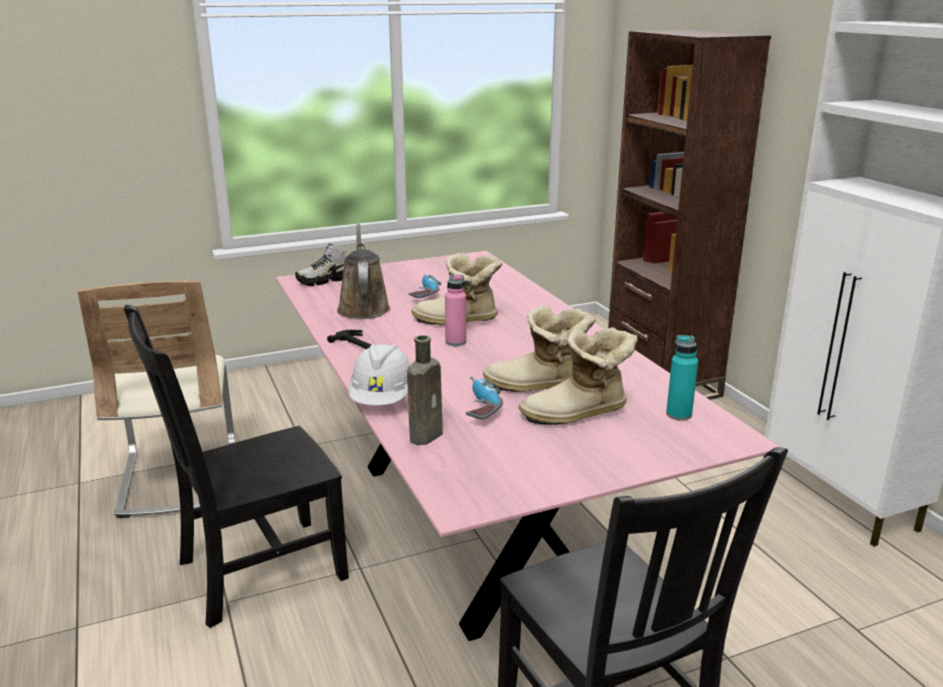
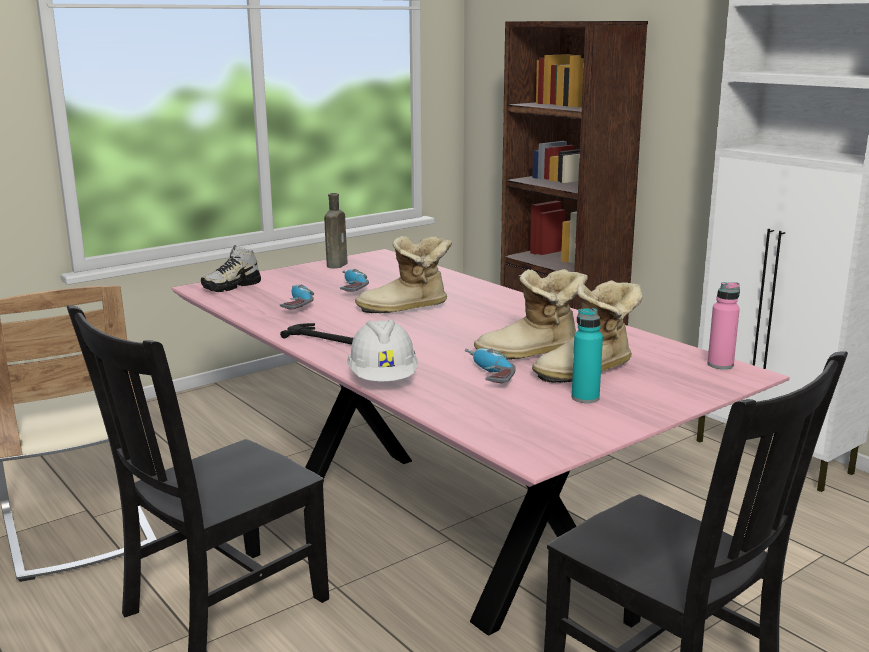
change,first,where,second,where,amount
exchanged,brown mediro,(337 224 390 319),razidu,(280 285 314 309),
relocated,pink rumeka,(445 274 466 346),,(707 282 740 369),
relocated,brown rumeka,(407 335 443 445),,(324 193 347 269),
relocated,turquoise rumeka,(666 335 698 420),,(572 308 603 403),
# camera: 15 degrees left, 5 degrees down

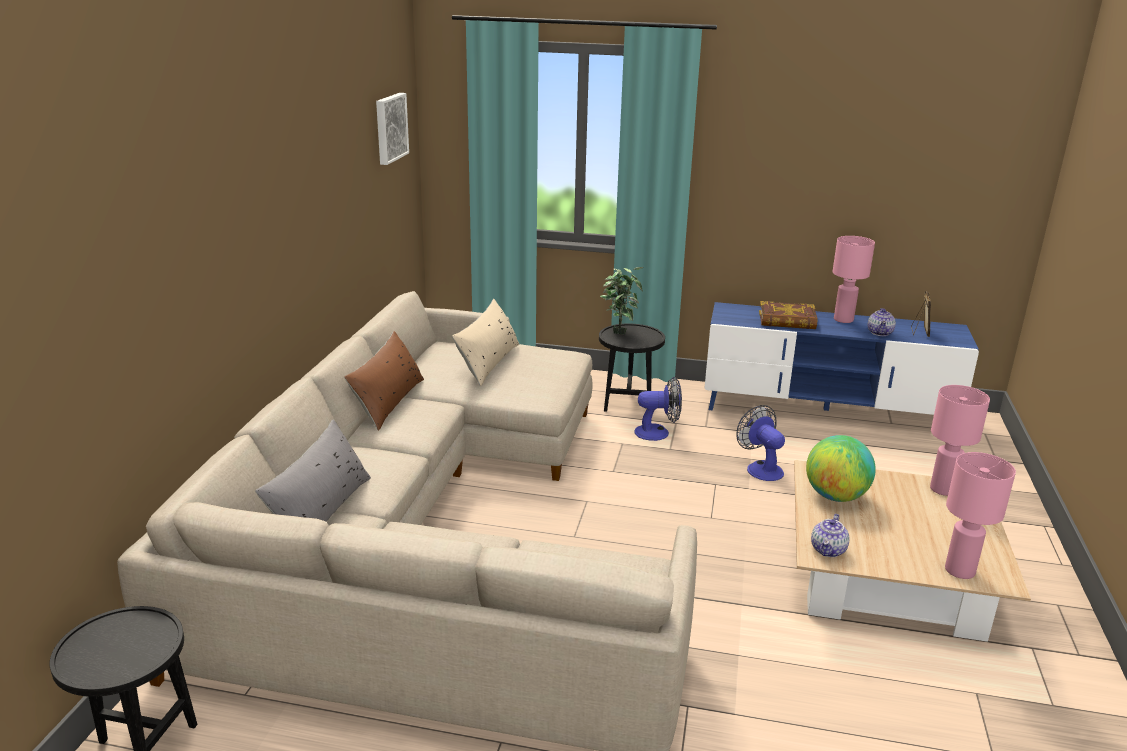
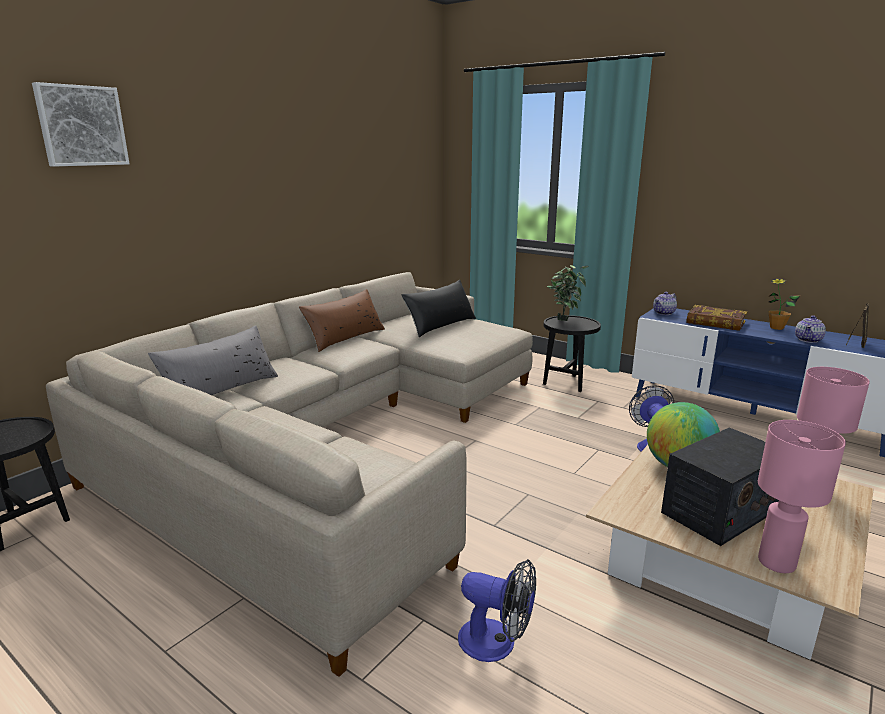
change,first,where,second,where,amount
relocated,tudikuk,(376 93 409 165),,(32 82 130 167),
exchanged,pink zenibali,(832 236 875 323),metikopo,(769 278 800 330),
colour,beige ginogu,(452 299 519 386),black ginogu,(401 280 476 337),
relocated,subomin,(634 377 682 441),,(458 559 536 662),
relocated,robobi,(811 514 850 557),,(653 292 677 315),
appeared,,,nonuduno,(661 427 779 546),
# camera: 25 degrees right, 5 degrees down

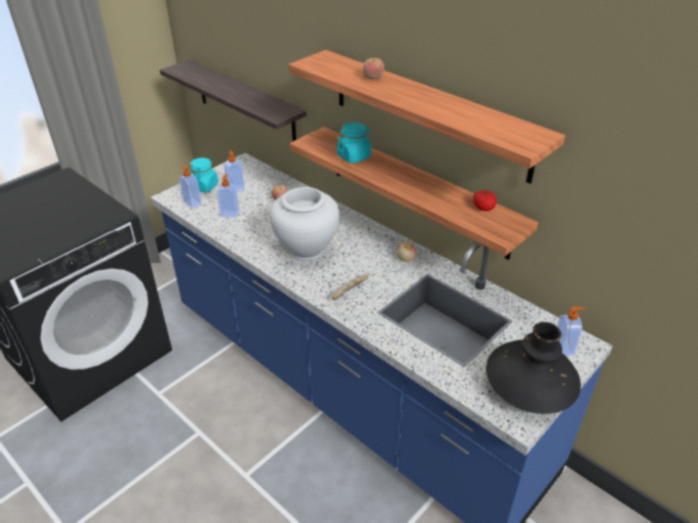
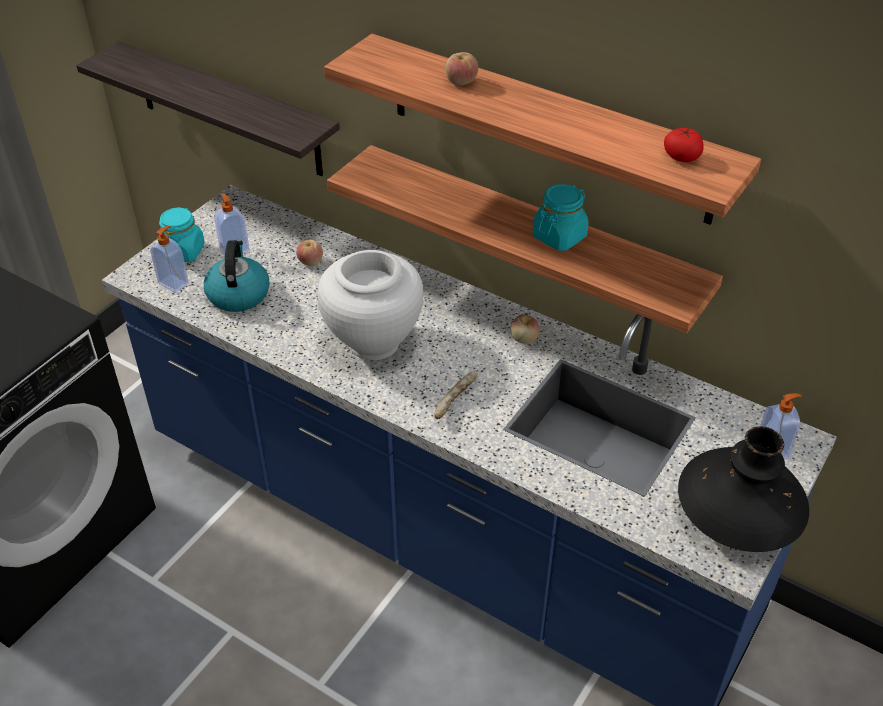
change,first,where,second,where,amount
relocated,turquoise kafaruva,(337 122 371 163),,(533 184 589 251),
exchanged,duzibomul,(217 174 240 218),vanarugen,(204 240 270 312),
relocated,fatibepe,(473 190 497 211),,(664 127 704 162),
# camera: 10 degrees left, 5 degrees up

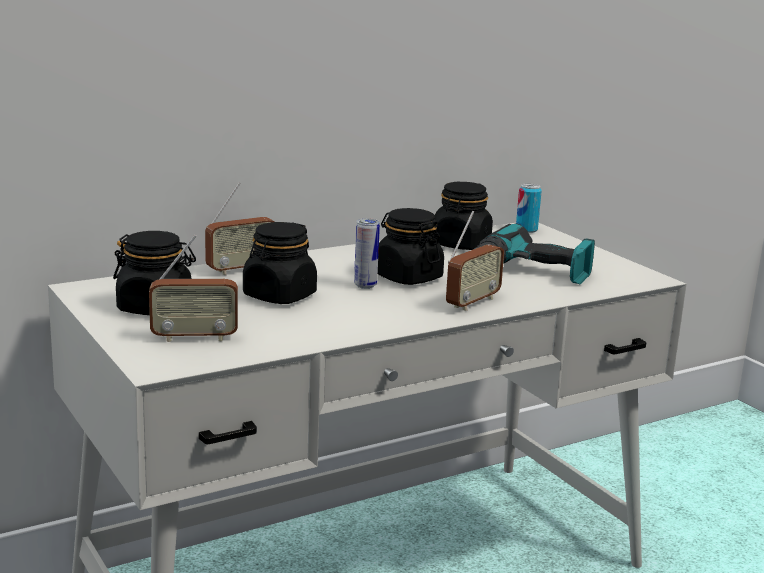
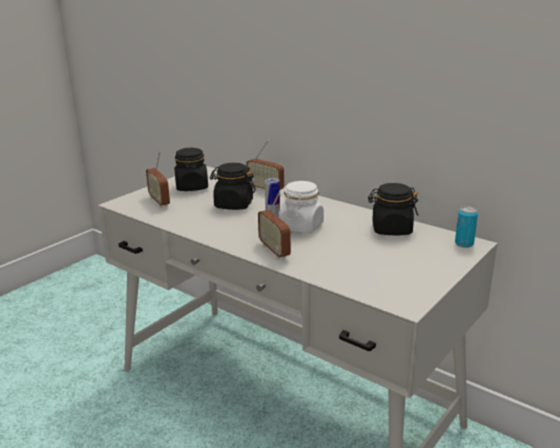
change,first,where,second,where,amount
colour,black kafaruva,(378 208 444 285),white kafaruva,(279 181 324 234),
spun,nonuduno,(446 211 504 311),,(258 191 291 259),45 degrees clockwise
missing,razidu,(474 223 595 284),,,
# camera: 70 degrees right, 5 degrees up

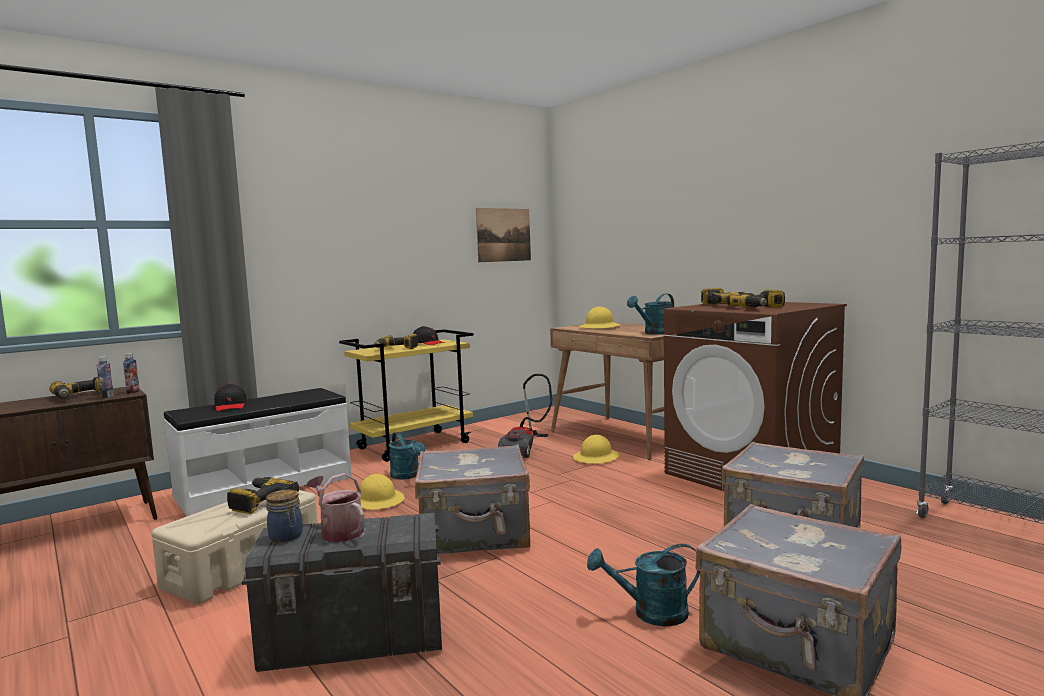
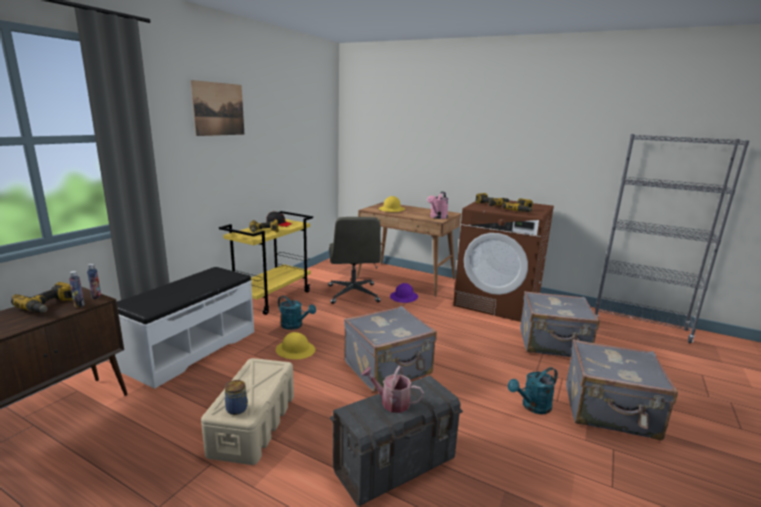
change,first,where,second,where,amount
relocated,tudikuk,(476 208 531 262),,(191 80 244 136),
colour,turquoise mediro,(627 294 674 335),pink mediro,(427 192 449 219),
exchanged,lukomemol,(498 374 552 458),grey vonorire,(328 217 381 304),
missing,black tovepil,(214 384 247 411),,,
colour,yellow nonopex,(573 435 619 464),purple nonopex,(390 283 418 303),
missing,razidu,(227 477 299 514),,,
relocated,kafaruva,(266 489 303 542),,(225 380 248 415),
# camera: 25 degrees left, 10 degrees up

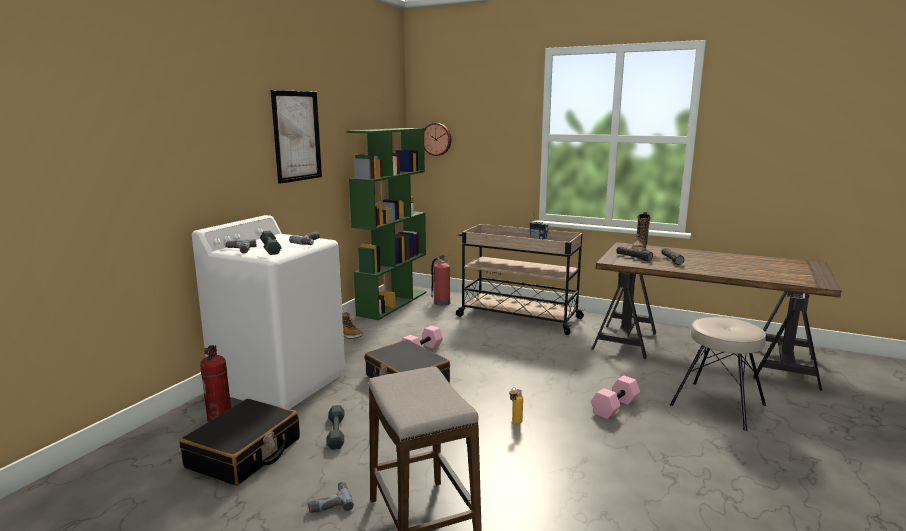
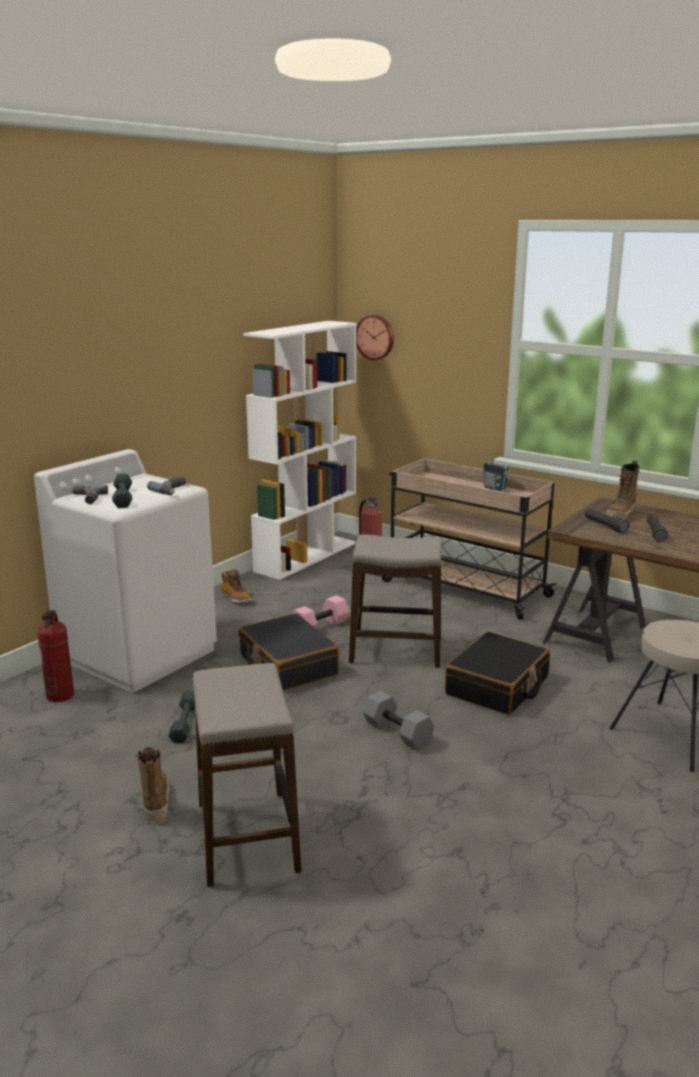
change,first,where,second,where,amount
missing,tudikuk,(271 90 322 184),,,
colour,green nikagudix,(347 128 427 320),white nikagudix,(243 321 356 580),
missing,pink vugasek,(591 376 640 419),,,
exchanged,rumeka,(509 387 523 424),grey vugasek,(363 691 434 750),
relocated,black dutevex,(179 399 300 486),,(445 632 550 715),
exchanged,razidu,(308 482 354 513),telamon,(135 747 169 824),
appeared,,,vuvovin,(349 534 442 668),
# camera: 10 degrees right, 5 degrees up

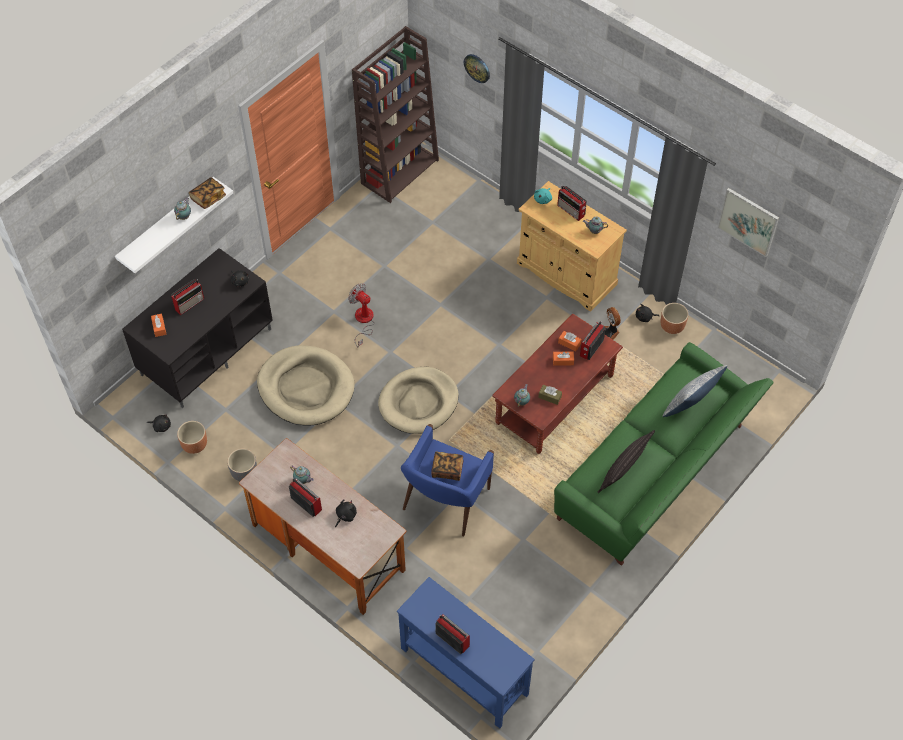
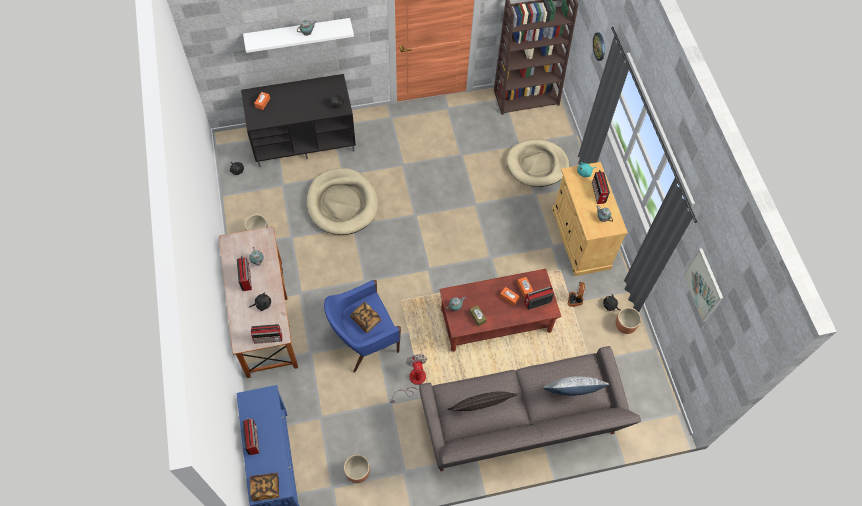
change,first,where,second,where,amount
relocated,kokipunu,(189 177 226 209),,(250 473 279 501),
relocated,nonuduno,(171 279 204 315),,(251 324 282 344),
relocated,subomin,(348 284 375 348),,(390 354 427 403),
colour,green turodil,(554 342 774 566),grey turodil,(419 346 641 471),
relocated,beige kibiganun,(378 367 459 434),,(506 139 569 187),
relocated,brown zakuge,(177 421 207 454),,(344 455 370 483),
# camera: 35 degrees right, 5 degrees up

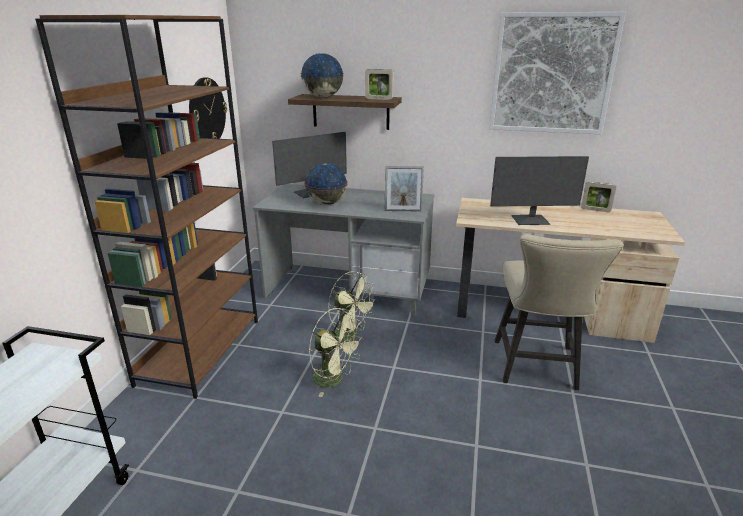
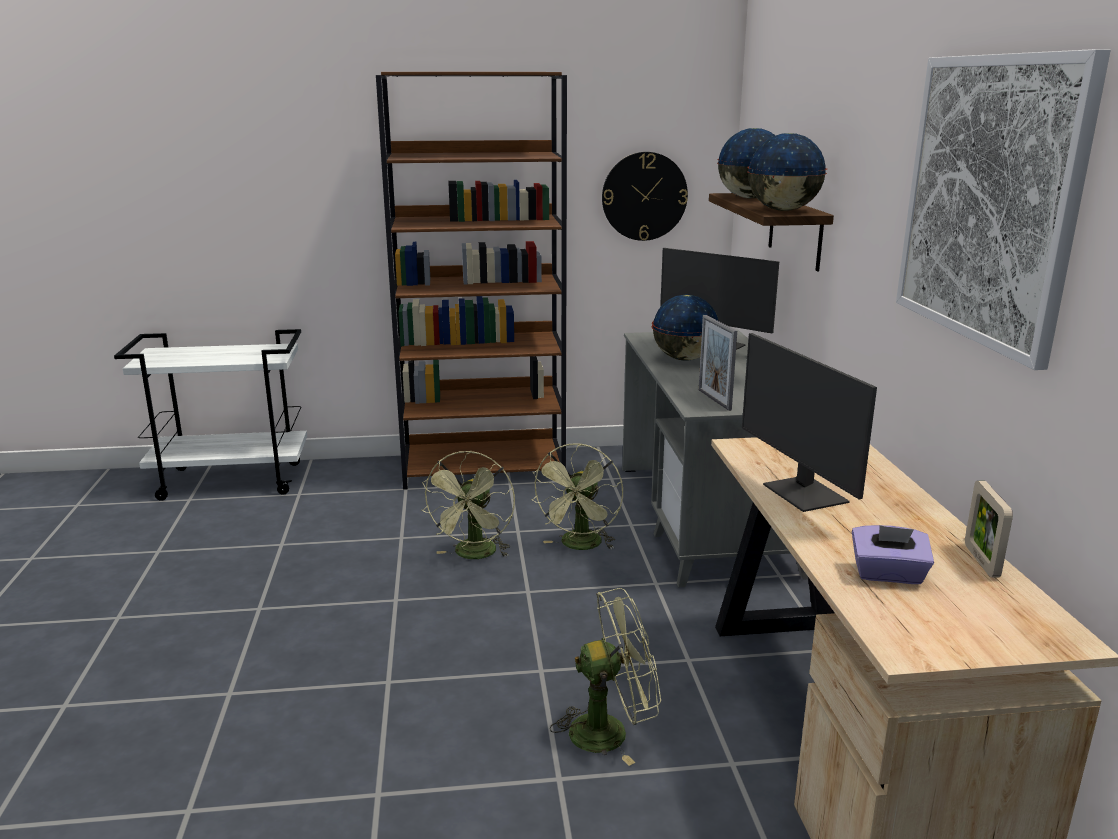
change,first,where,second,where,amount
exchanged,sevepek,(365 69 393 100),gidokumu,(747 133 827 211),
exchanged,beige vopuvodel,(494 234 624 390),green subomin,(550 588 661 766),
appeared,,,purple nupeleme,(852 525 934 584),
# camera: 70 degrees right, 5 degrees down

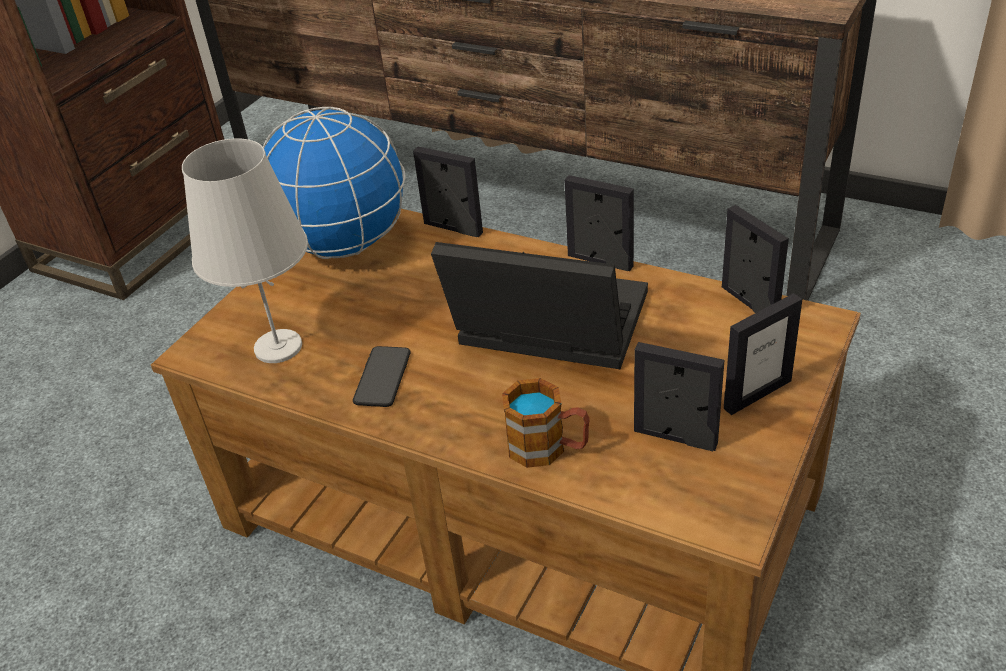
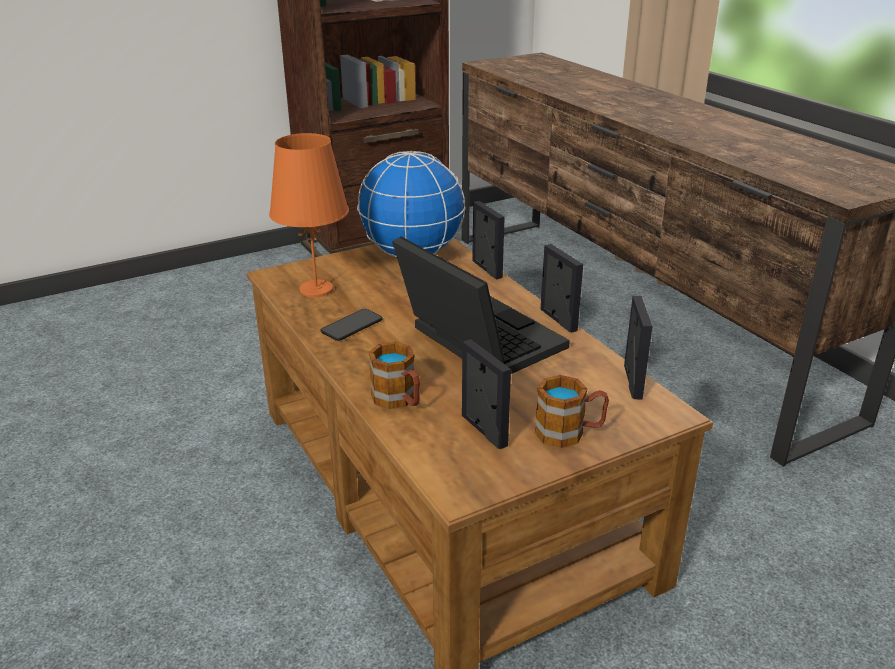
change,first,where,second,where,amount
colour,white zenibali,(182 138 308 363),orange zenibali,(269 133 349 297),
exchanged,sevepek,(724 293 802 415),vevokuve,(535 375 609 448),
# camera: 30 degrees right, 10 degrees down

